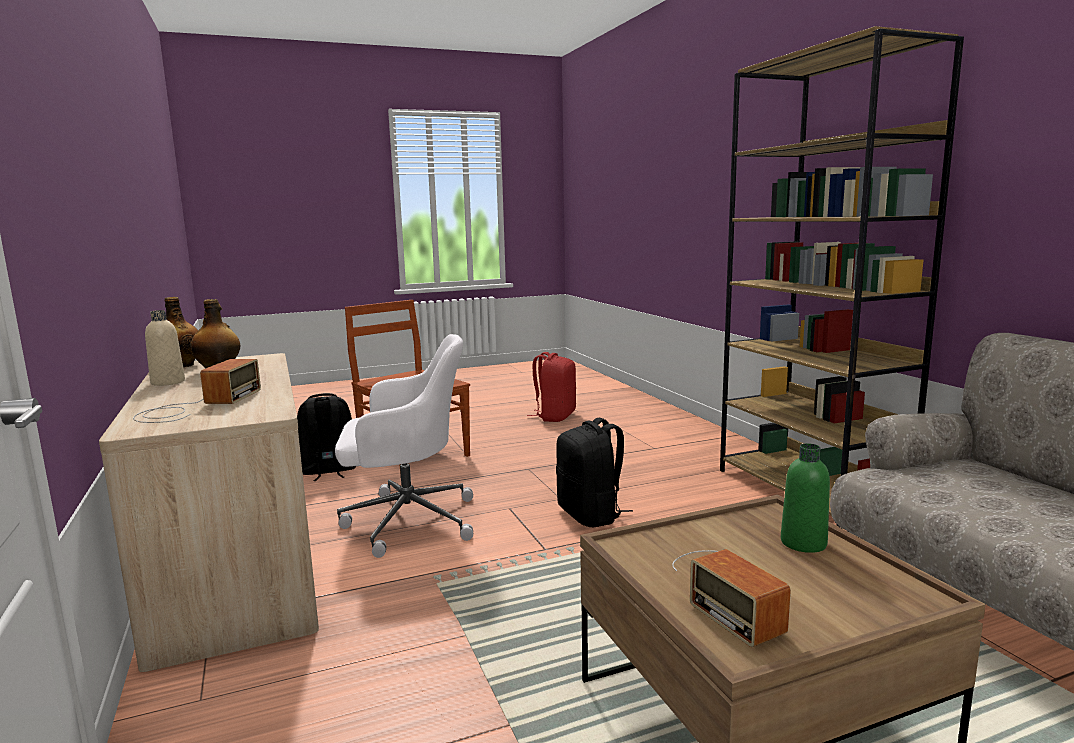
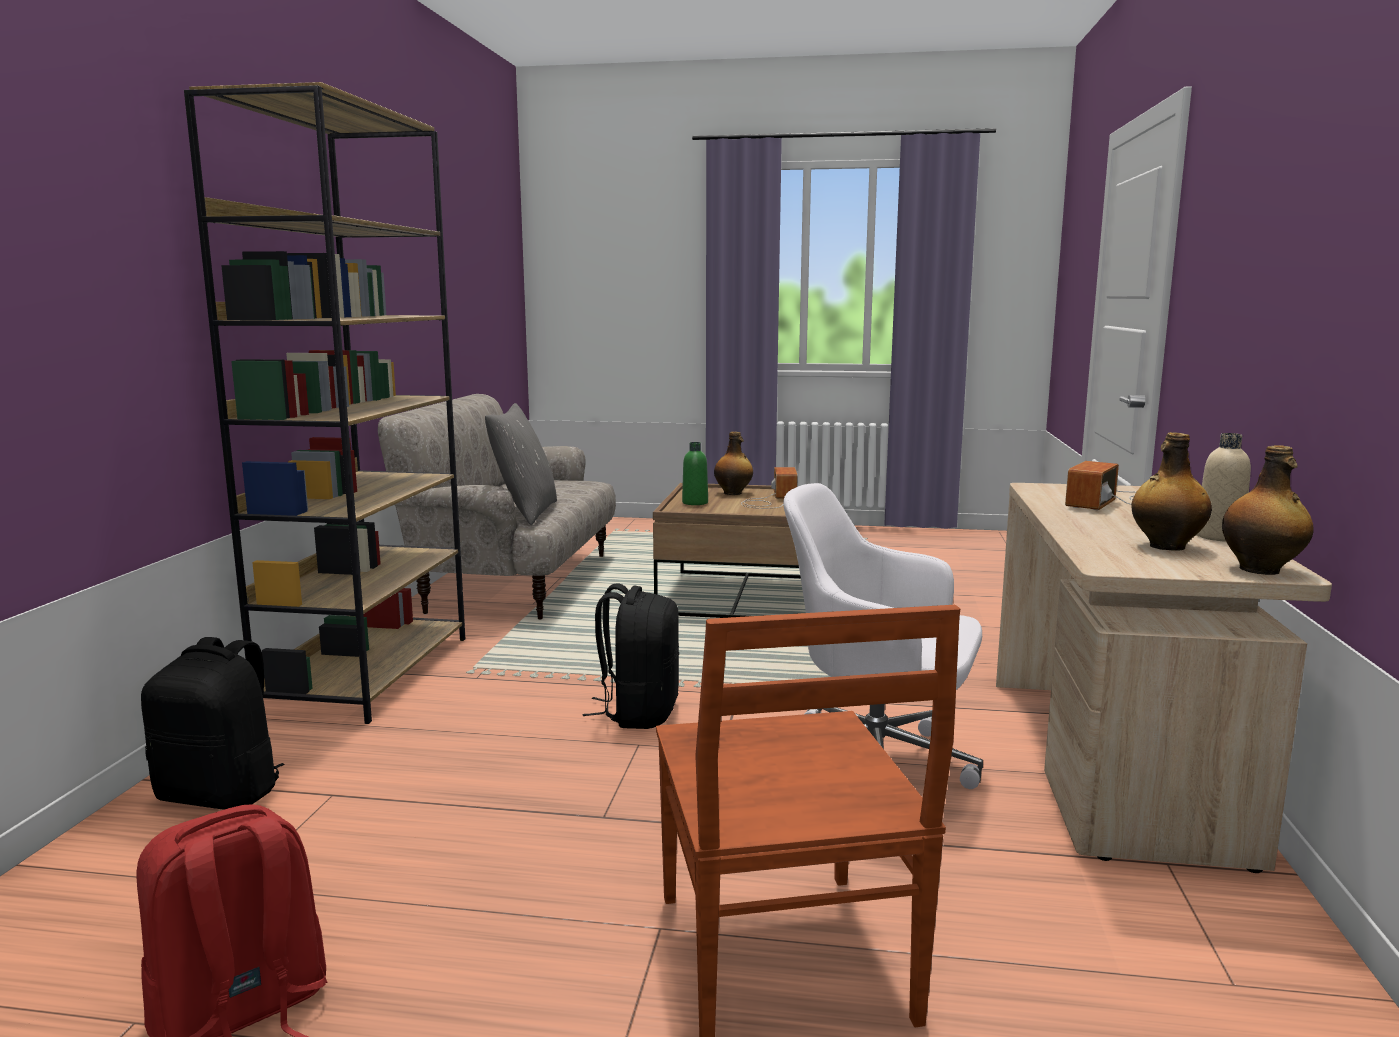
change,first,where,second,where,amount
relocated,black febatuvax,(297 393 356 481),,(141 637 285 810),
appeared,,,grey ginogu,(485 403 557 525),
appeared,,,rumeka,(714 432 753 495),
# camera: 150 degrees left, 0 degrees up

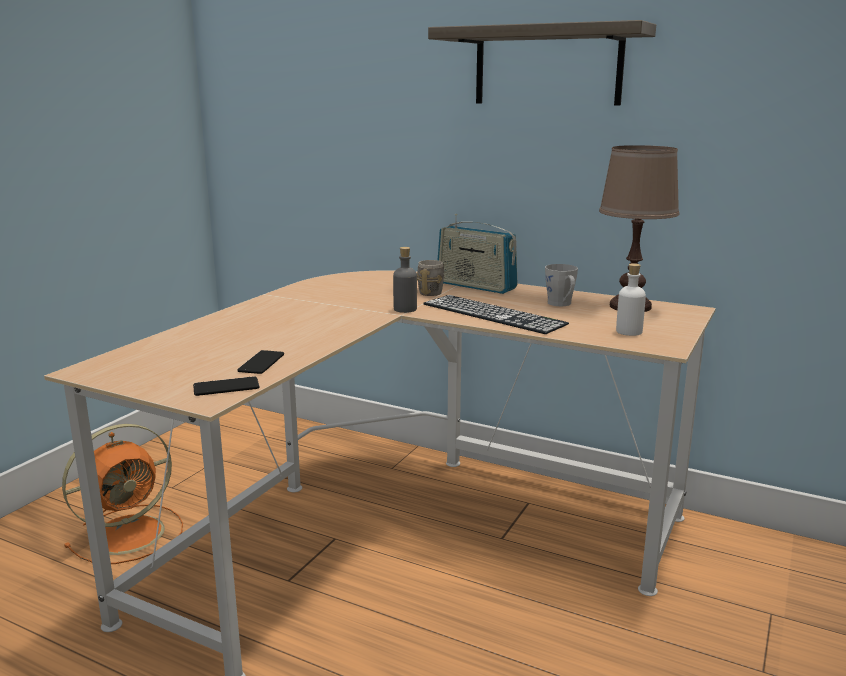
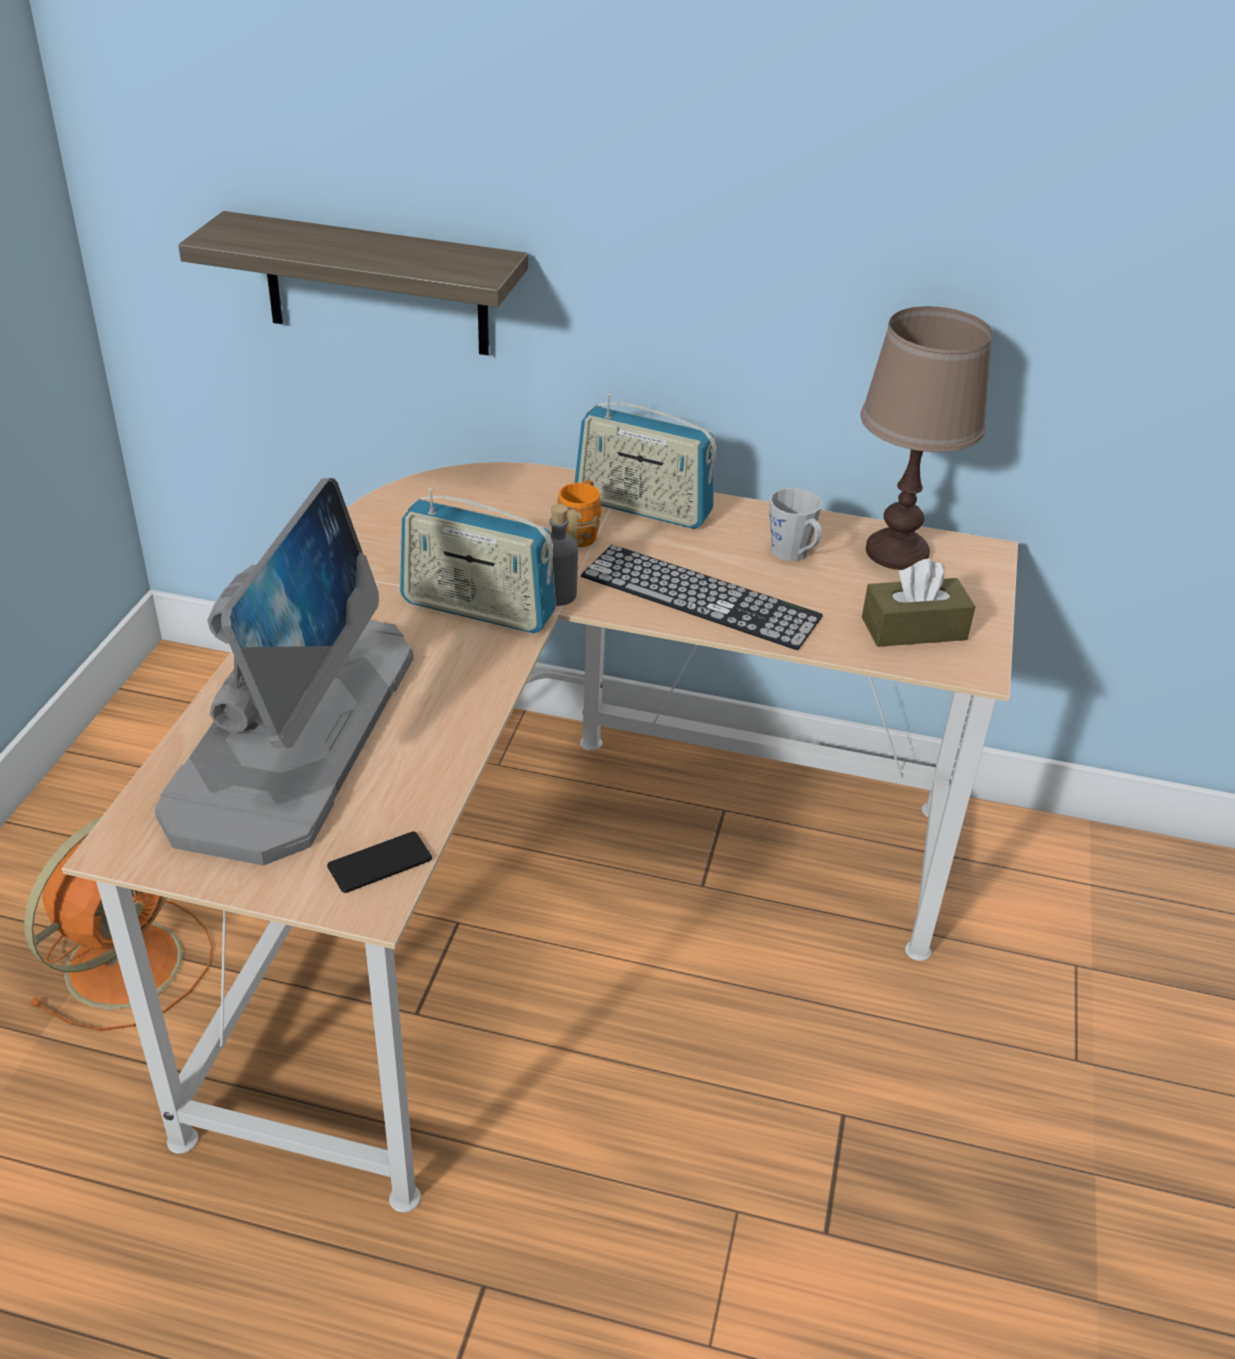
change,first,where,second,where,amount
relocated,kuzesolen,(428 20 656 106),,(178 211 528 355),
colour,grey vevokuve,(417 260 444 296),orange vevokuve,(557 480 601 547),
exchanged,white rumeka,(616 263 646 336),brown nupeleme,(862 558 975 647),
missing,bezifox,(237 350 284 374),,,
appeared,,,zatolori,(155 478 414 866),
appeared,,,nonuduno,(400 487 556 633),
# camera: 15 degrees left, 20 degrees up

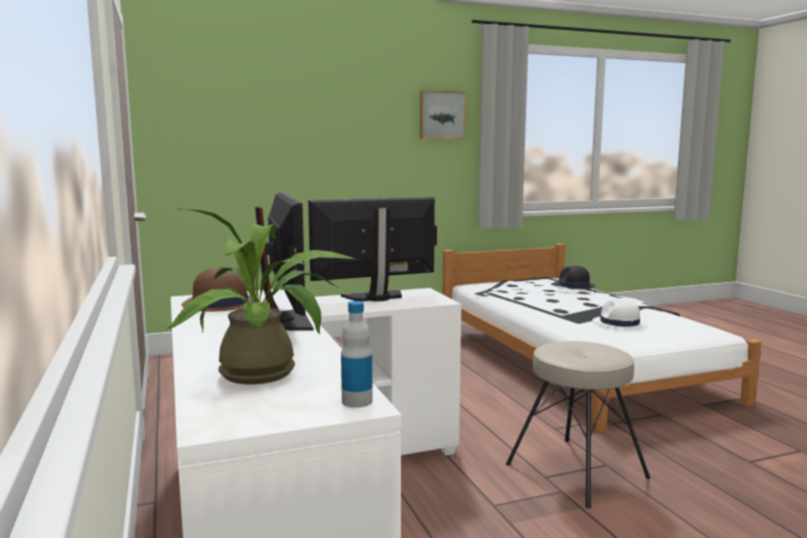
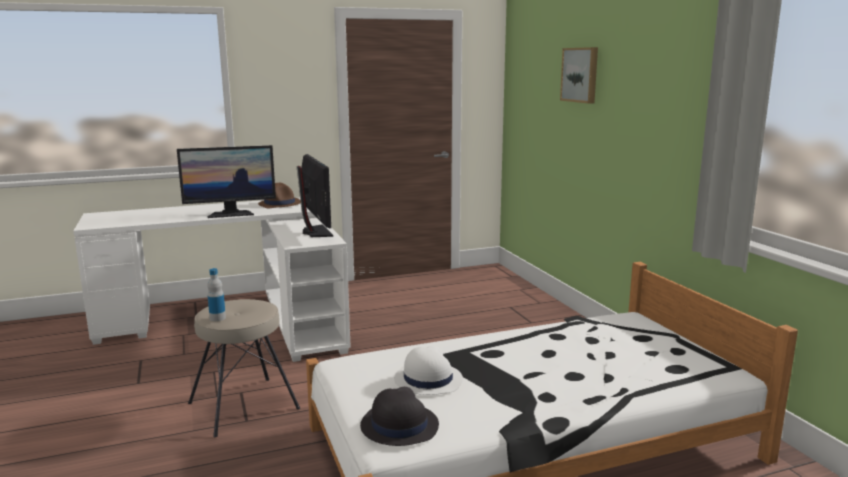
change,first,where,second,where,amount
relocated,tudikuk,(420 90 466 140),,(560 47 598 104),
missing,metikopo,(166 208 356 384),,,
relocated,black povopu,(553 265 596 289),,(360 387 439 446),
relocated,rumeka,(341 301 373 408),,(207 268 226 321),
# camera: 90 degrees right, 5 degrees up

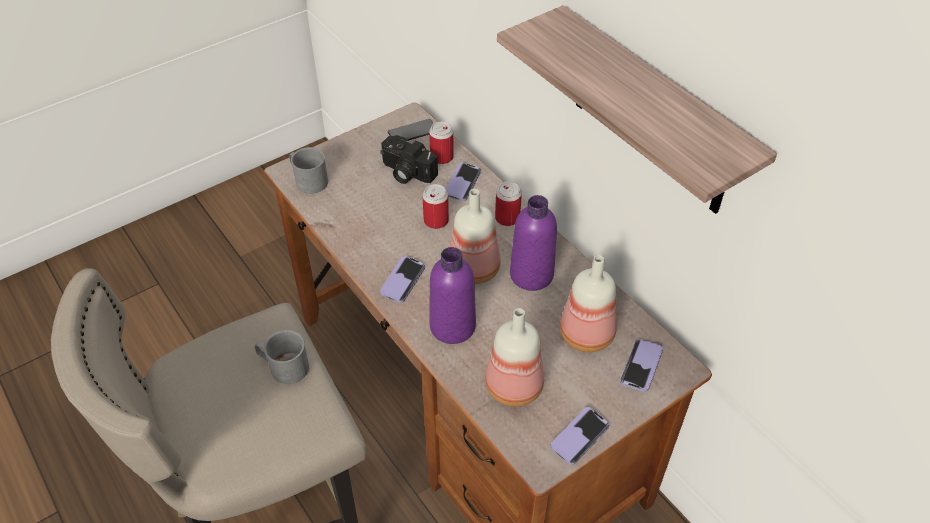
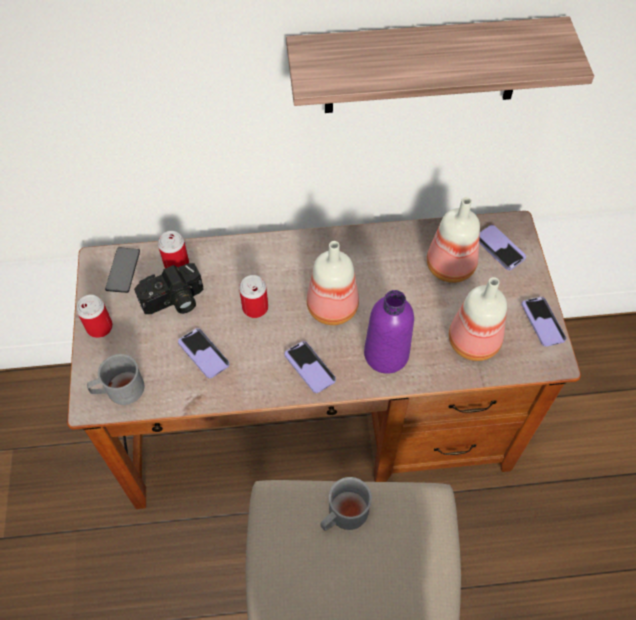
change,first,where,second,where,amount
relocated,bezifox,(445 162 481 201),,(178 328 229 378),
relocated,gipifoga,(495 181 522 226),,(76 295 113 338),
missing,purple rumeka,(510 195 557 291),,,
# camera: 60 degrees left, 10 degrees up

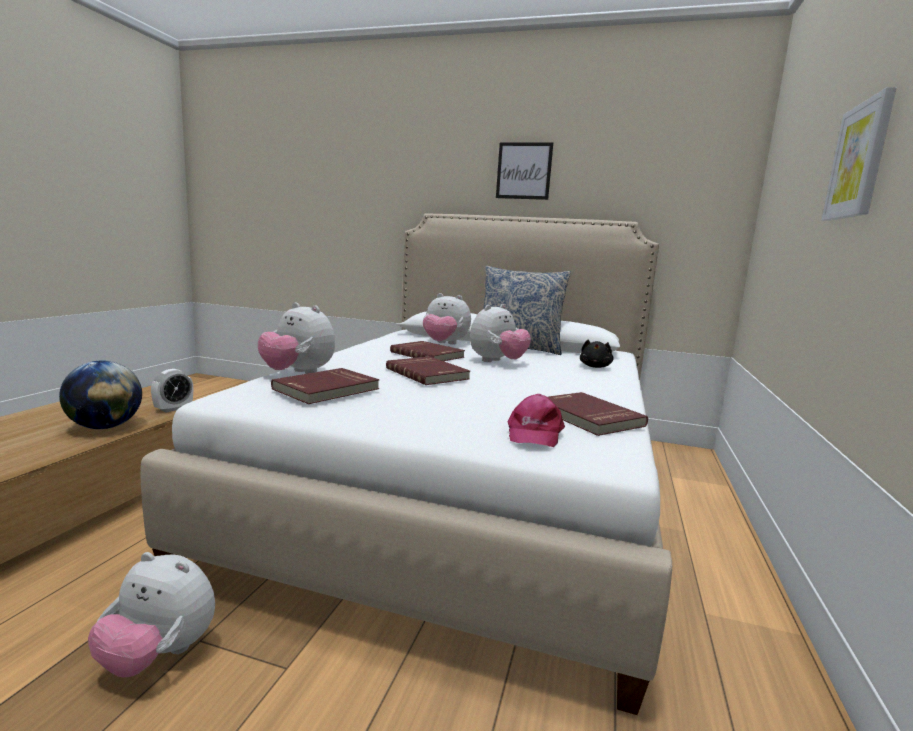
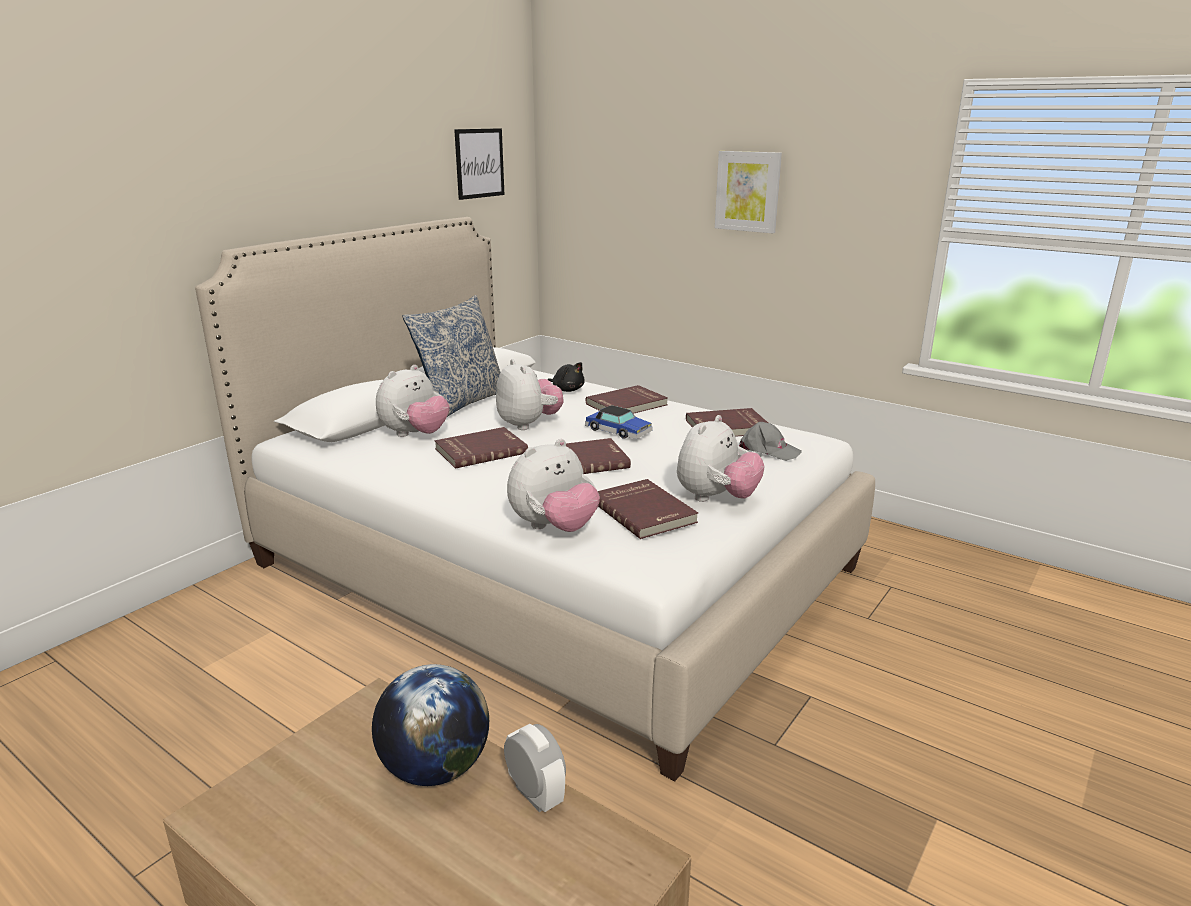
change,first,where,second,where,amount
relocated,tudikuk,(496 142 553 200),,(454 128 504 200),
relocated,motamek,(151 369 193 413),,(504 724 566 812),
colour,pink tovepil,(508 394 565 447),grey tovepil,(739 422 802 461),
relocated,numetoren,(88 552 215 678),,(677 415 765 502),
appeared,,,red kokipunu,(586 385 668 414),
appeared,,,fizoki,(585 405 653 439),
# camera: 70 degrees left, 10 degrees up

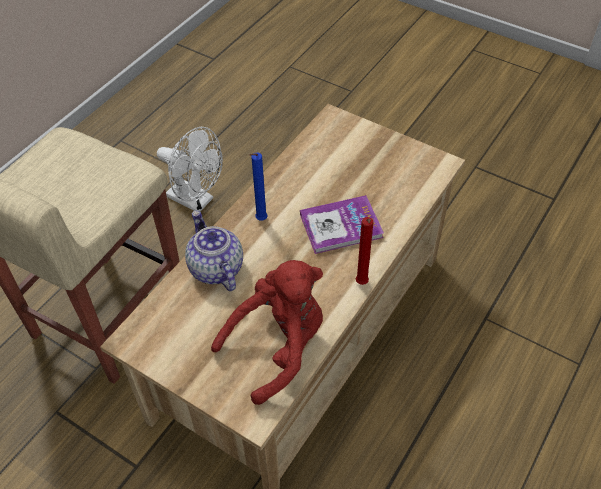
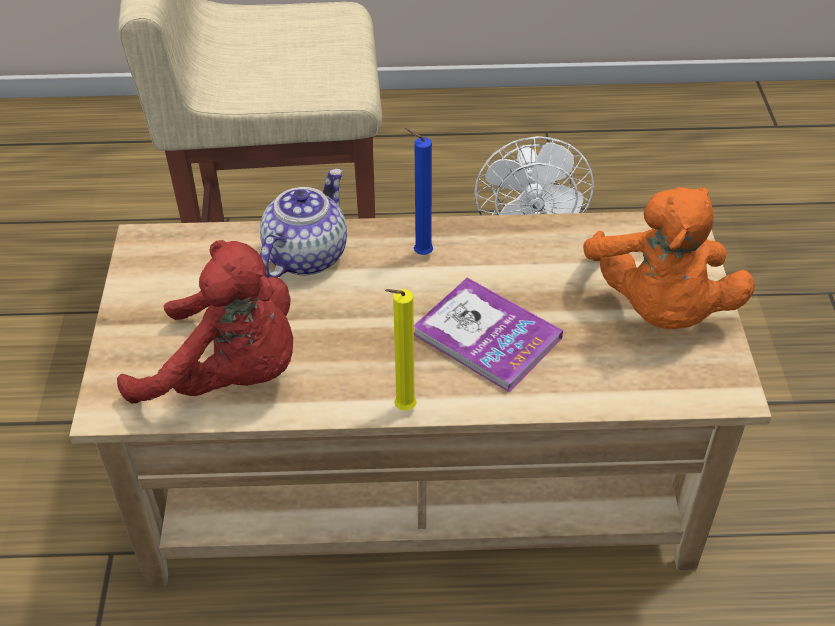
change,first,where,second,where,amount
colour,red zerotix,(356 217 373 285),yellow zerotix,(385 289 417 411),
appeared,,,orange numetoren,(583 187 755 329),
# camera: 55 degrees right, 5 degrees down

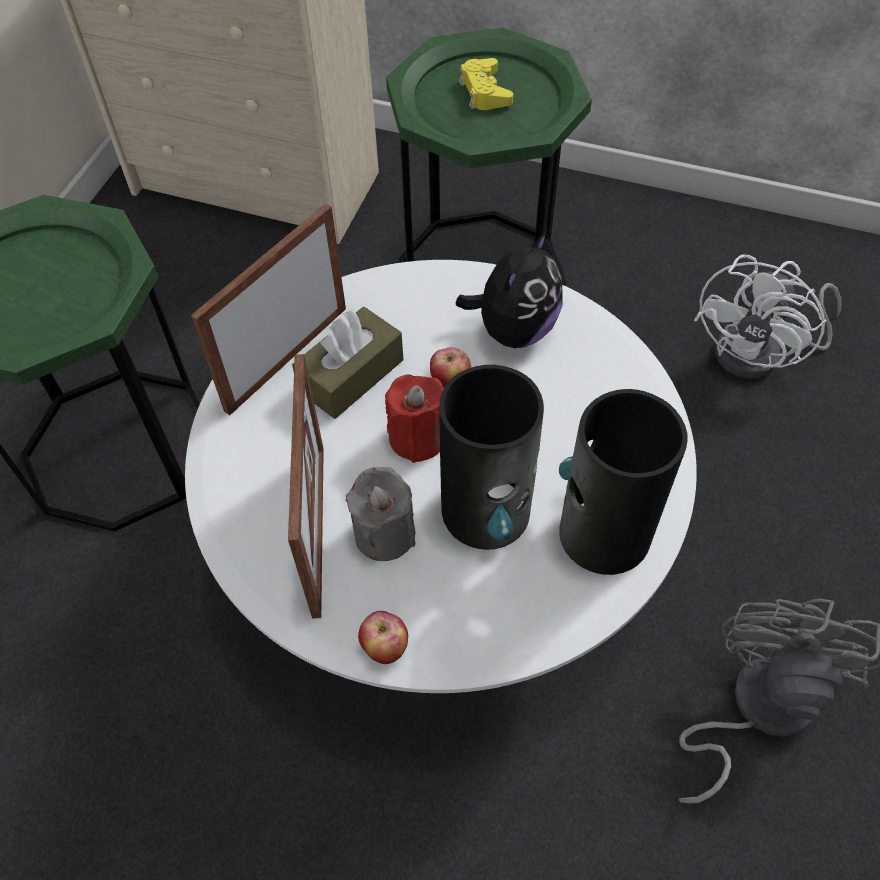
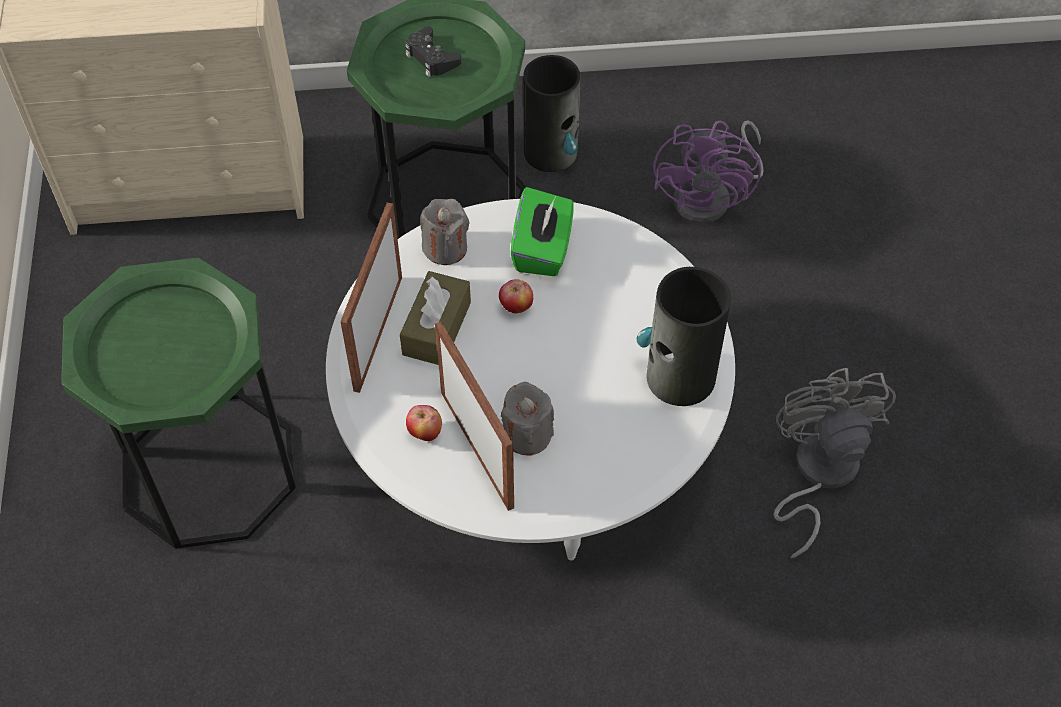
change,first,where,second,where,amount
colour,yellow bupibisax,(459 58 513 110),black bupibisax,(405 26 461 77),
exchanged,numetoren,(456 229 563 348),green nupeleme,(511 187 574 276),
colour,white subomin,(694 254 841 379),purple subomin,(653 120 764 223),
relocated,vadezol,(439 365 544 550),,(523 55 580 172),
missing,red zerotix,(385 374 444 463),,,
relocated,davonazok,(358 611 408 664),,(406 405 442 441),
appeared,,,grey zerotix,(420 199 470 265),
# camera: 25 degrees left, 0 degrees up

